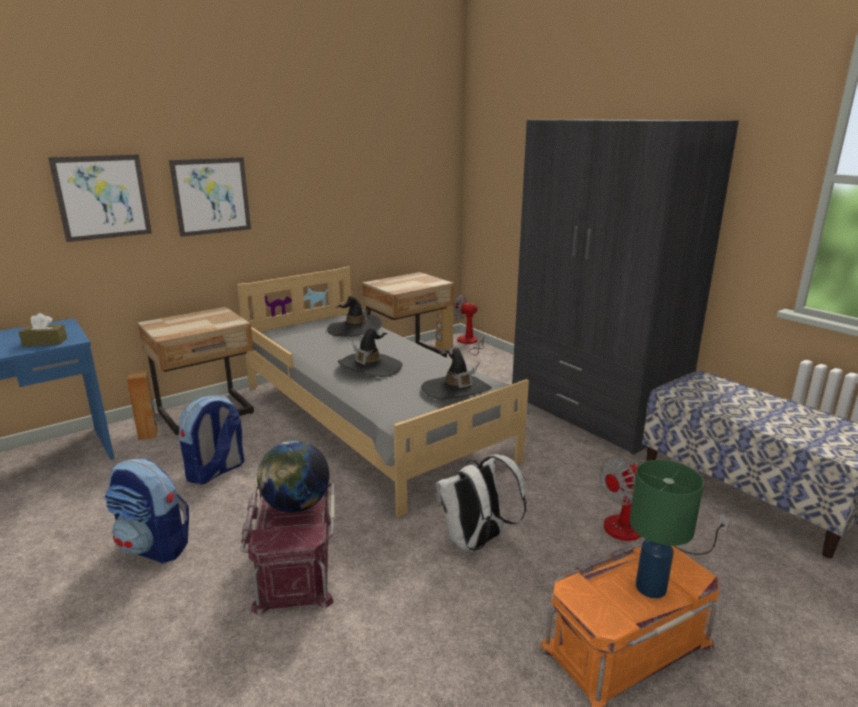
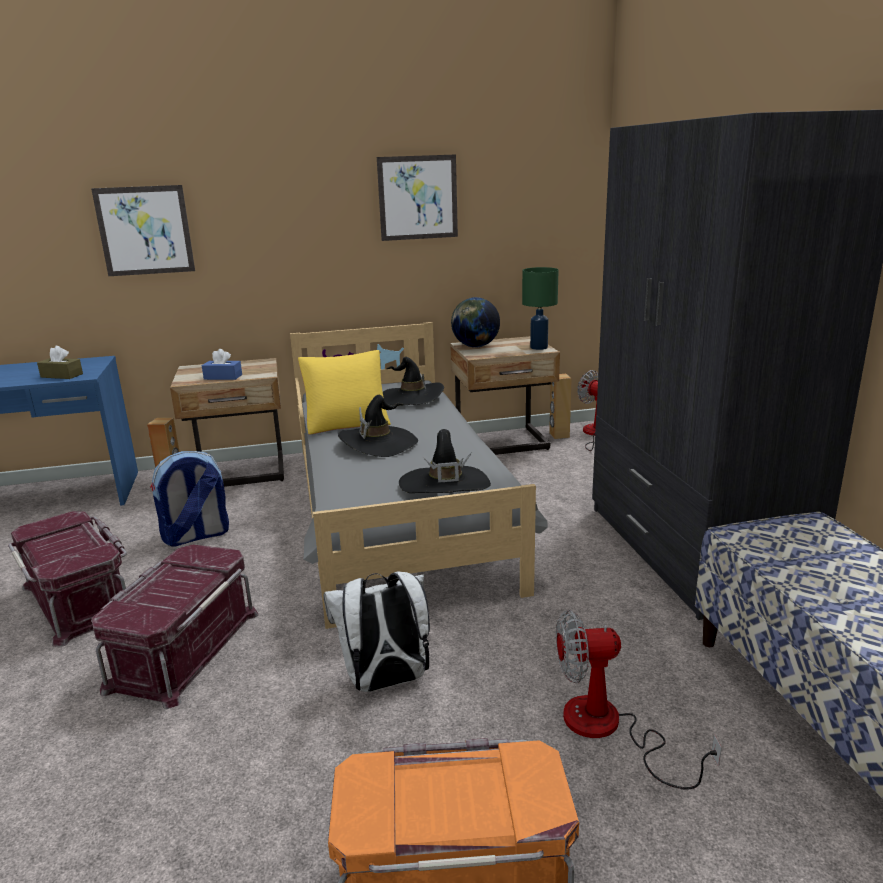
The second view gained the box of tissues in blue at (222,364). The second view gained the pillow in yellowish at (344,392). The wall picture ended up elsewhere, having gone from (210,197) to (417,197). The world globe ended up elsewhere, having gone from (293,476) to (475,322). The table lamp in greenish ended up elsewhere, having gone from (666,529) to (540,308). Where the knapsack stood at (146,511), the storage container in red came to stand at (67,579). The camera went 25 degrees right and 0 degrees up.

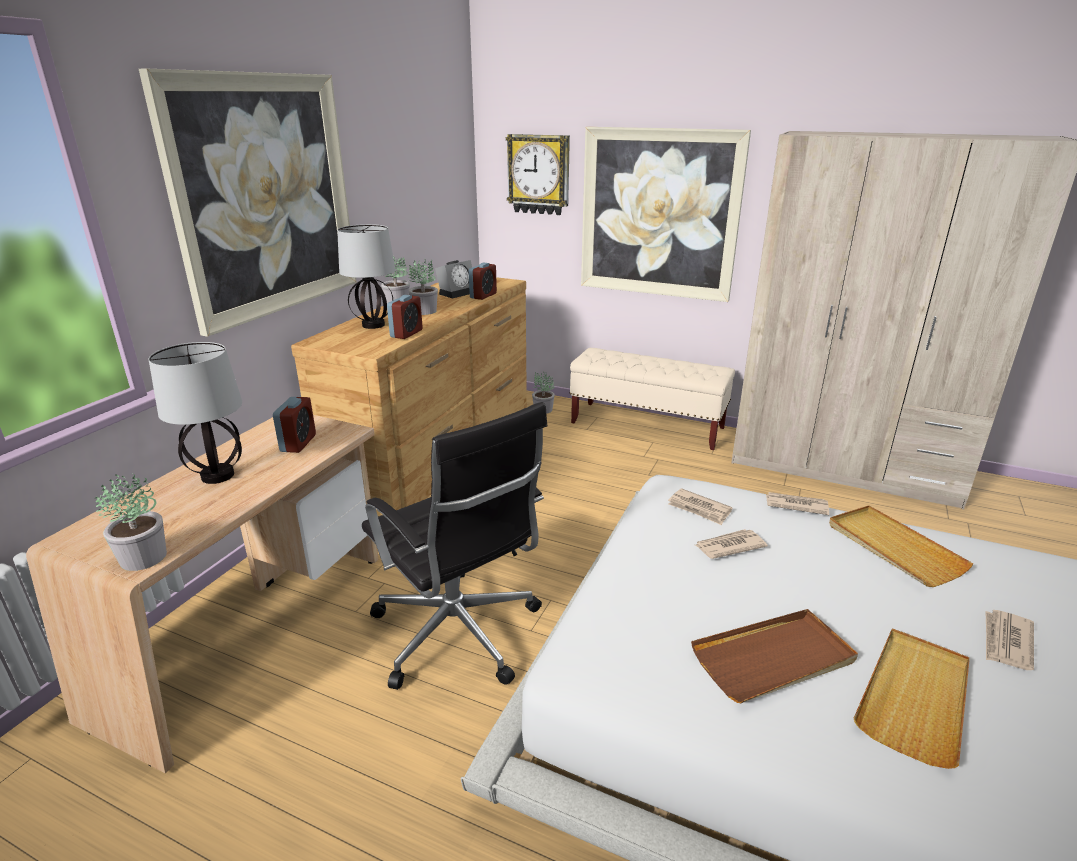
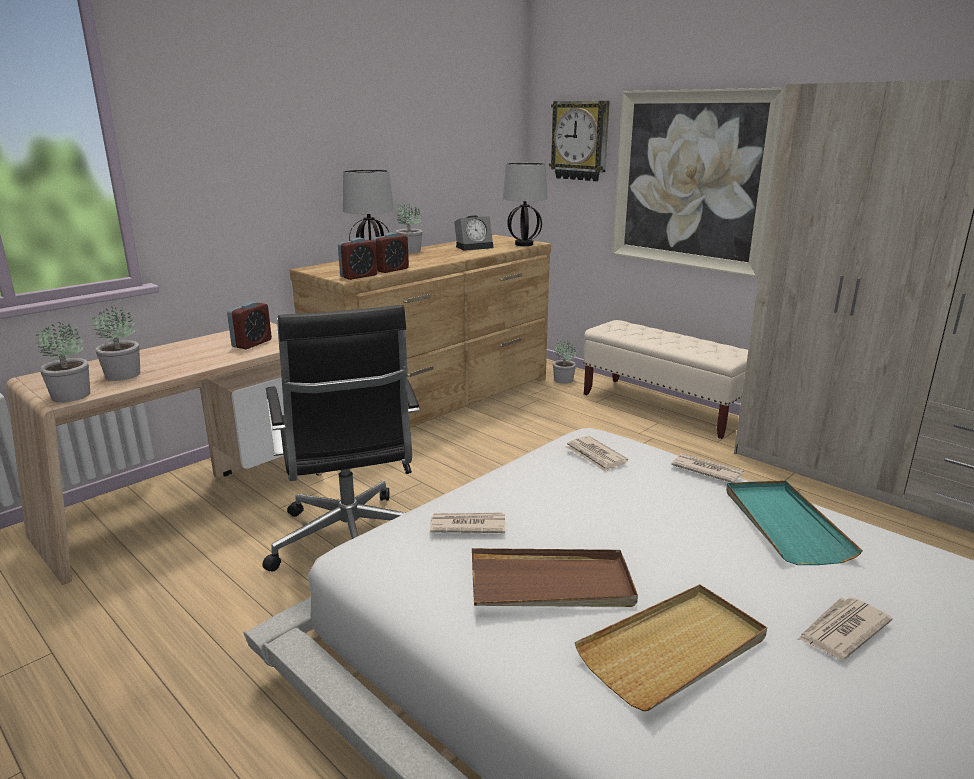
The second view lost the wall picture at (248,203). The table lamp ended up elsewhere, having gone from (195,413) to (525,204). The houseplant ended up elsewhere, having gone from (423,287) to (116,343). The alarm clock ended up elsewhere, having gone from (483,281) to (358,259). The printed paper ended up elsewhere, having gone from (731,544) to (467,522). What was the tray in beige-coloured at (901,546) turned into the tray in blue-green at (794,522). The camera went 20 degrees right and 5 degrees down.

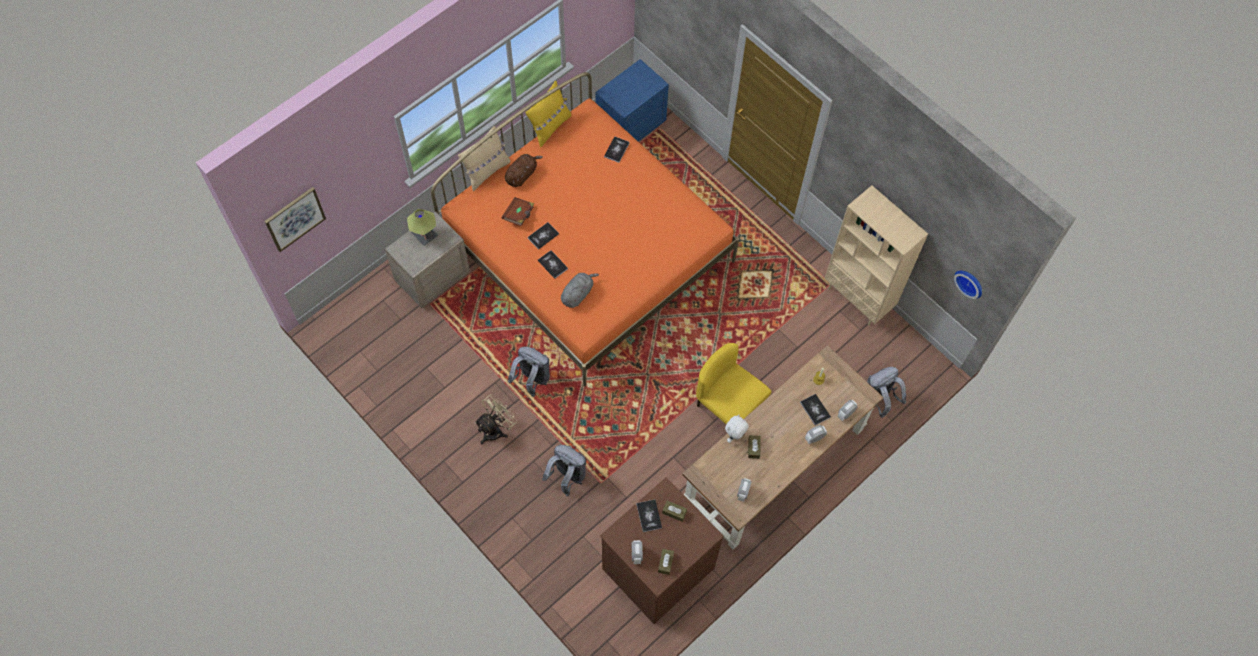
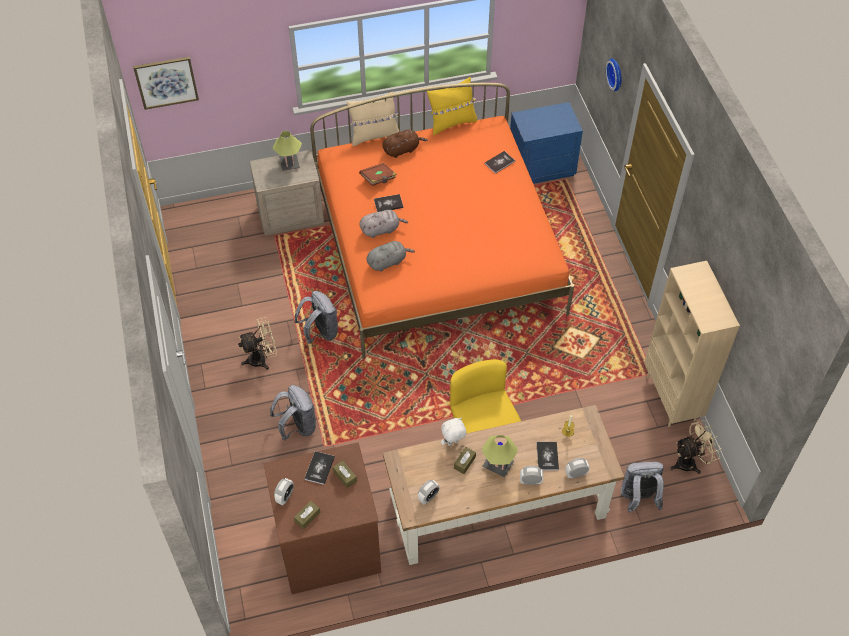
The second view gained the table lamp at (500,456). The second view gained the electric fan in beige-coloured at (695,447). The hanging clock ended up elsewhere, having gone from (968,285) to (613,74). Where the volume stood at (553,264), the plush toy in grey came to stand at (383,224). The camera went 30 degrees right and 10 degrees down.

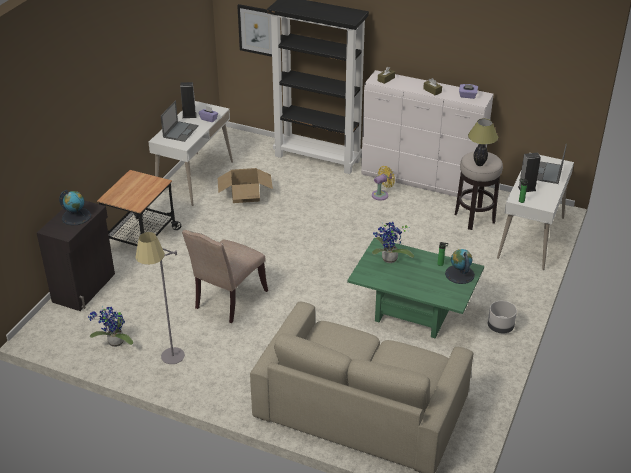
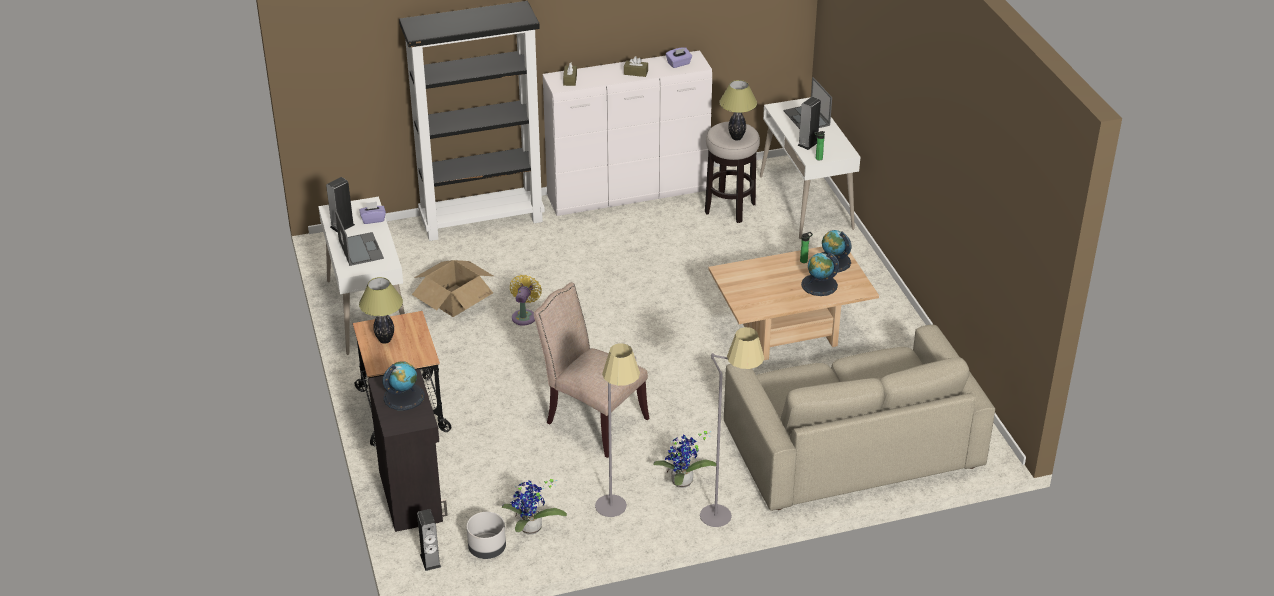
The second view lost the wall picture at (254,30). The second view gained the table lamp at (381,310). The second view gained the audio speaker at (429,540). The second view gained the standard lamp in grey at (732,427). The second view gained the world globe at (820,274). The electric fan in yellowish ended up elsewhere, having gone from (383,183) to (526,300). The houseplant ended up elsewhere, having gone from (393,242) to (684,459). The planter in grey ended up elsewhere, having gone from (502,317) to (486,535). What was the coffee table in greenish at (415,288) turned into the coffee table in beige-coloured at (793,303). The upright chair in beige-coloured at (225,276) ended up facing another way, 135 degrees clockwise from before. The camera went 40 degrees left and 0 degrees up.

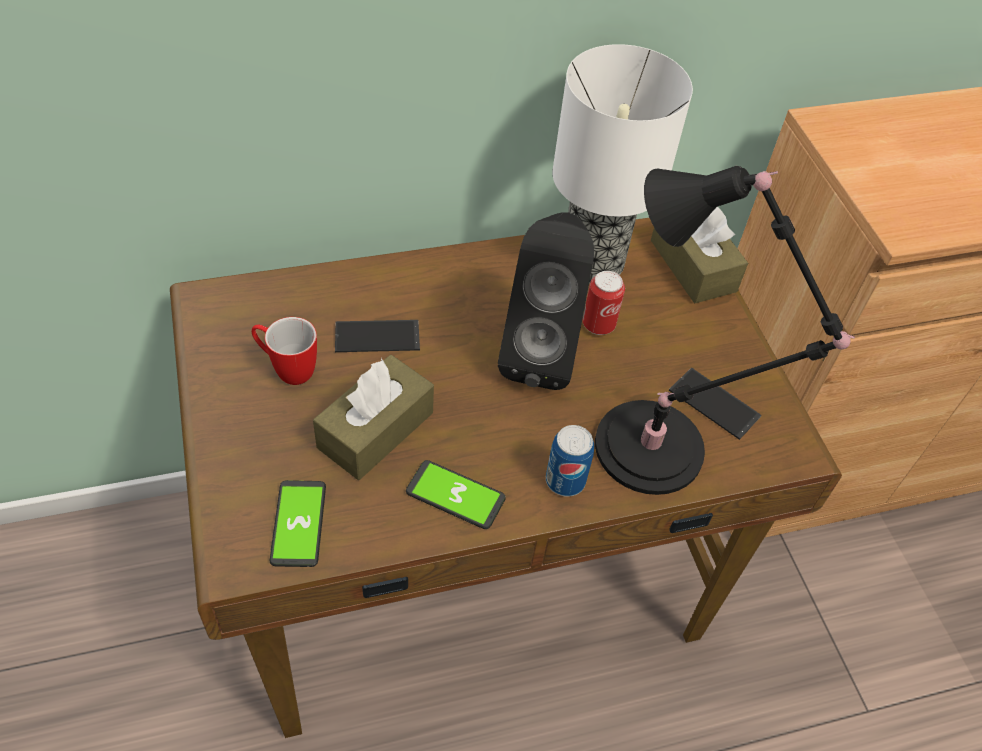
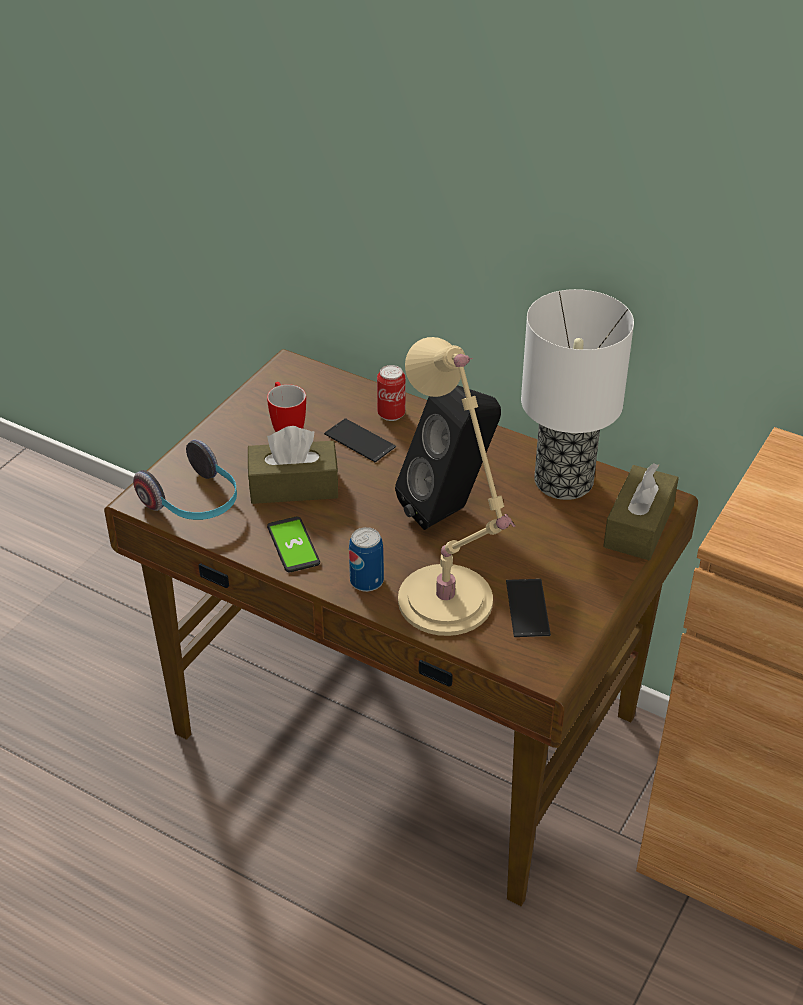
The can ended up elsewhere, having gone from (604,303) to (391,393). Where the telephone stood at (298,523), the headset came to stand at (185,480). What was the table lamp in black at (725,330) turned into the table lamp in beige-coloured at (456,486). The camera went 50 degrees right and 10 degrees down.

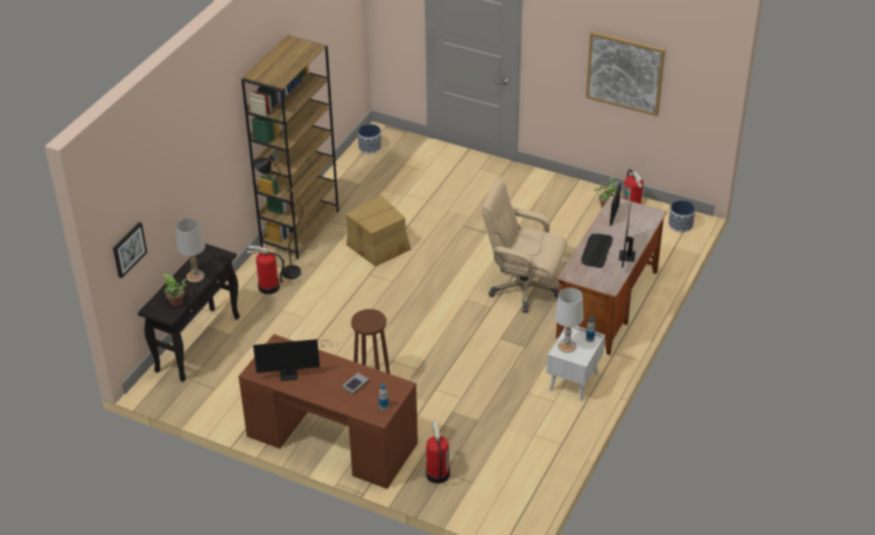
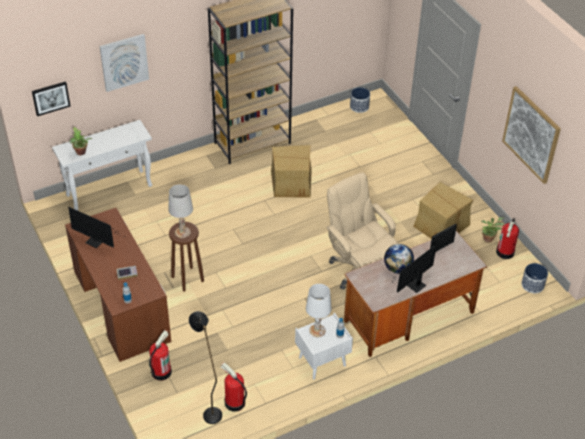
The second view gained the wall picture at (124,63). The second view gained the carton at (443,210). The table lamp in white ended up elsewhere, having gone from (190,250) to (180,211). The extinguisher ended up elsewhere, having gone from (265,269) to (234,387). The standard lamp in black ended up elsewhere, having gone from (278,215) to (205,367). Where the keyboard stood at (597,251), the world globe came to stand at (399,259). What was the narrow table in black at (189,313) turned into the narrow table in white at (102,165). The camera went 35 degrees right and 5 degrees up.

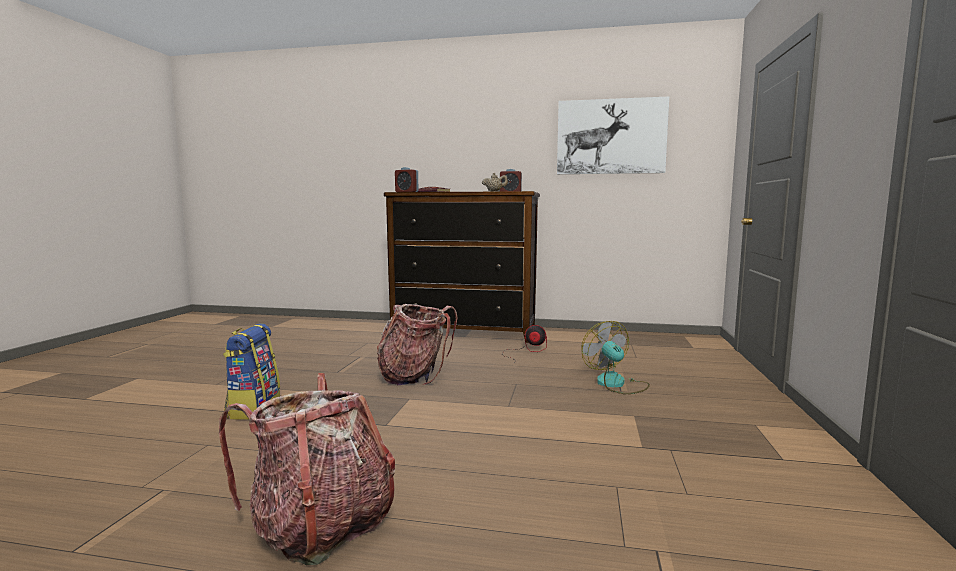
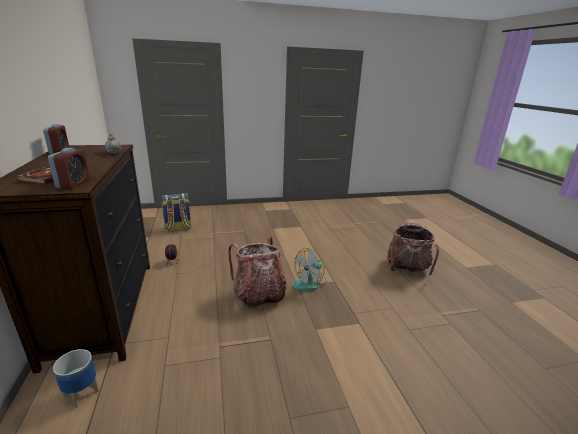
The second view lost the wall picture at (613,135). The second view gained the planter at (76,378). The knapsack ended up elsewhere, having gone from (251,371) to (176,212). The electric fan ended up elsewhere, having gone from (615,357) to (309,269). The camera went 115 degrees left and 15 degrees up.

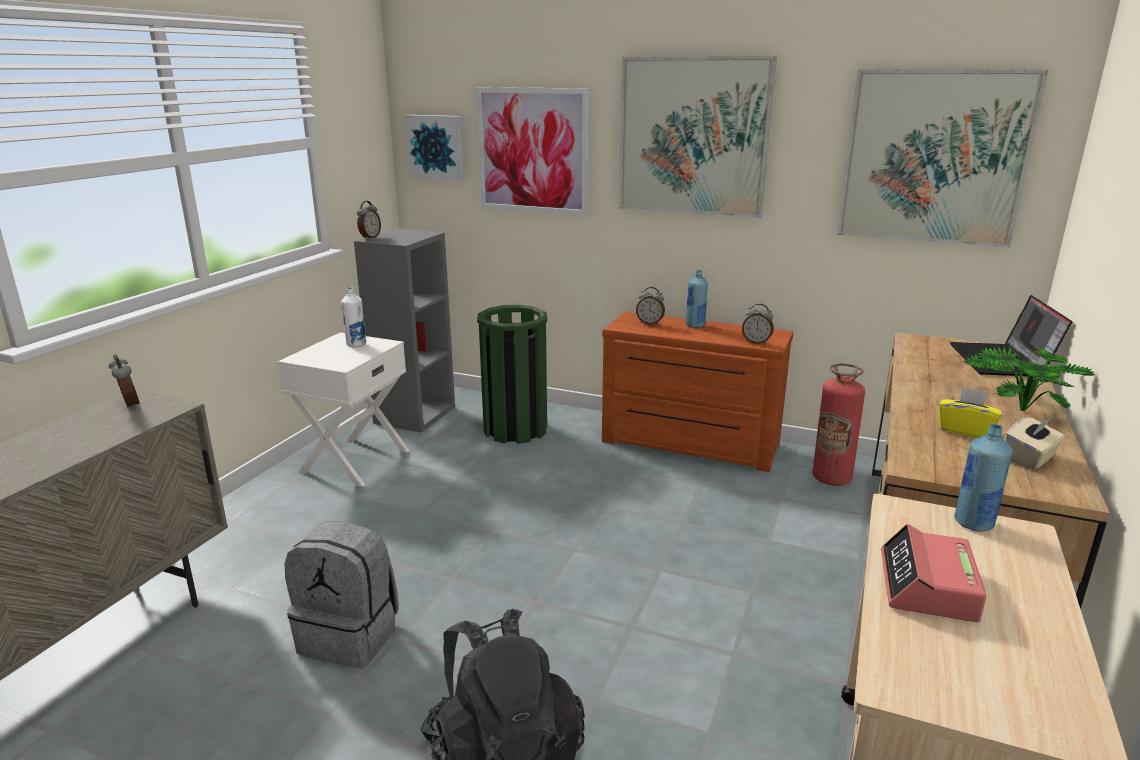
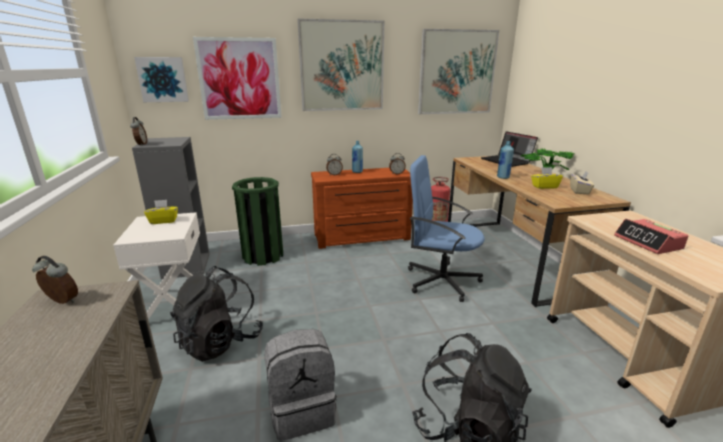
The second view gained the knapsack in black at (216,314). The second view gained the office chair in blue at (446,228). The drink bottle in blue ended up elsewhere, having gone from (983,478) to (505,160). Where the drink bottle in white stood at (354,317), the box of tissues in yellowish came to stand at (161,212). The camera went 35 degrees left and 0 degrees up.

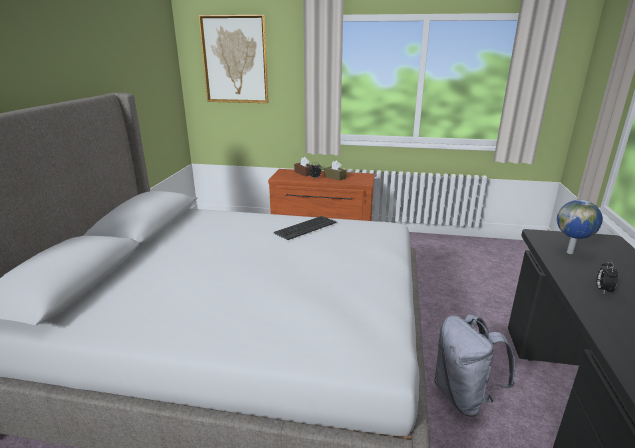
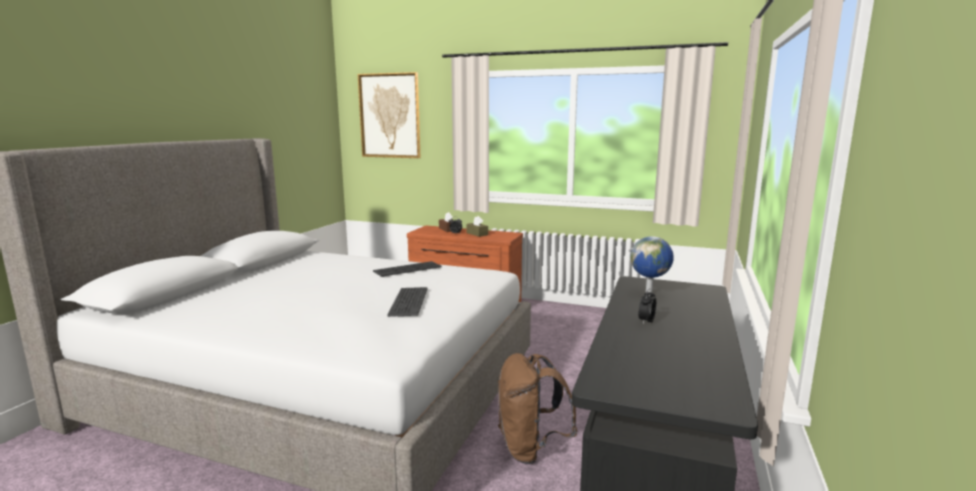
The second view gained the keyboard at (407,302). What was the knapsack in grey at (474,365) turned into the knapsack in brownish at (537,408). The camera went 10 degrees right and 10 degrees down.

